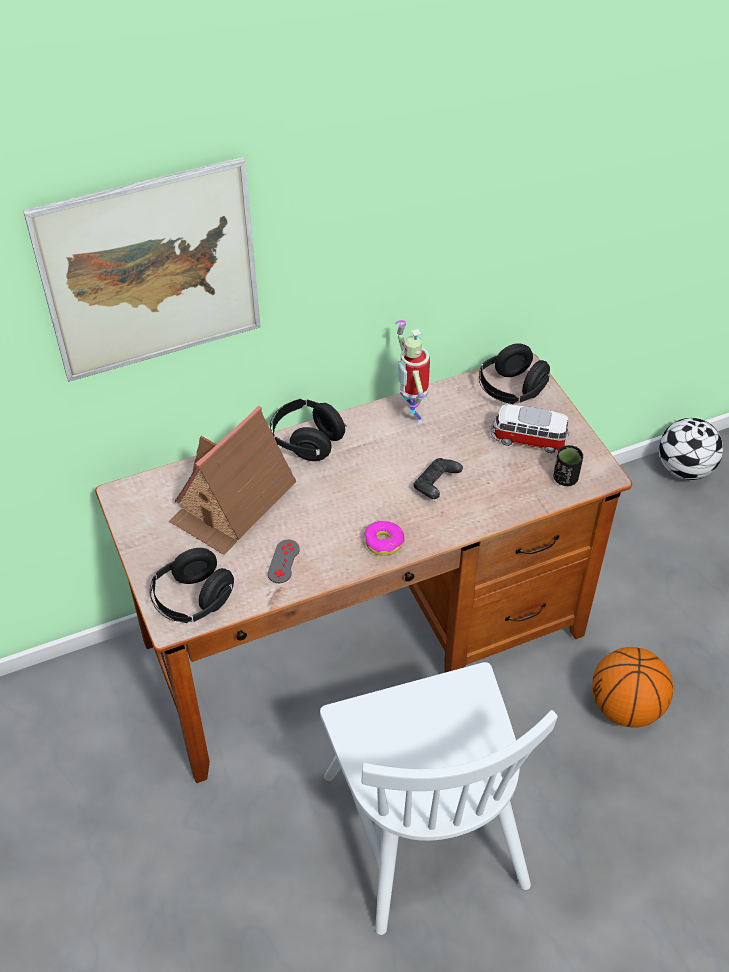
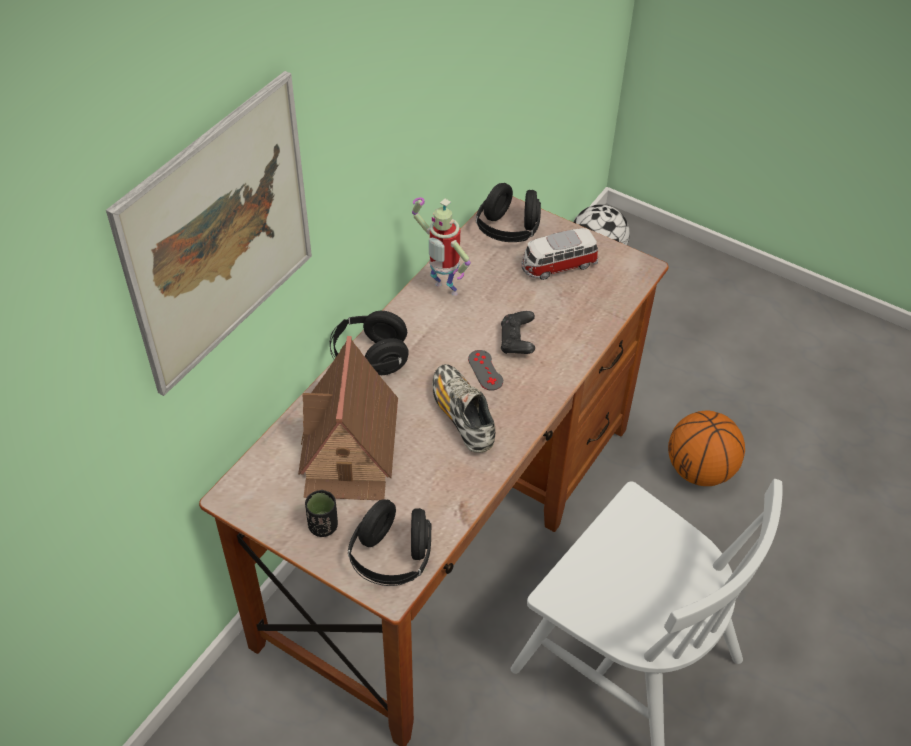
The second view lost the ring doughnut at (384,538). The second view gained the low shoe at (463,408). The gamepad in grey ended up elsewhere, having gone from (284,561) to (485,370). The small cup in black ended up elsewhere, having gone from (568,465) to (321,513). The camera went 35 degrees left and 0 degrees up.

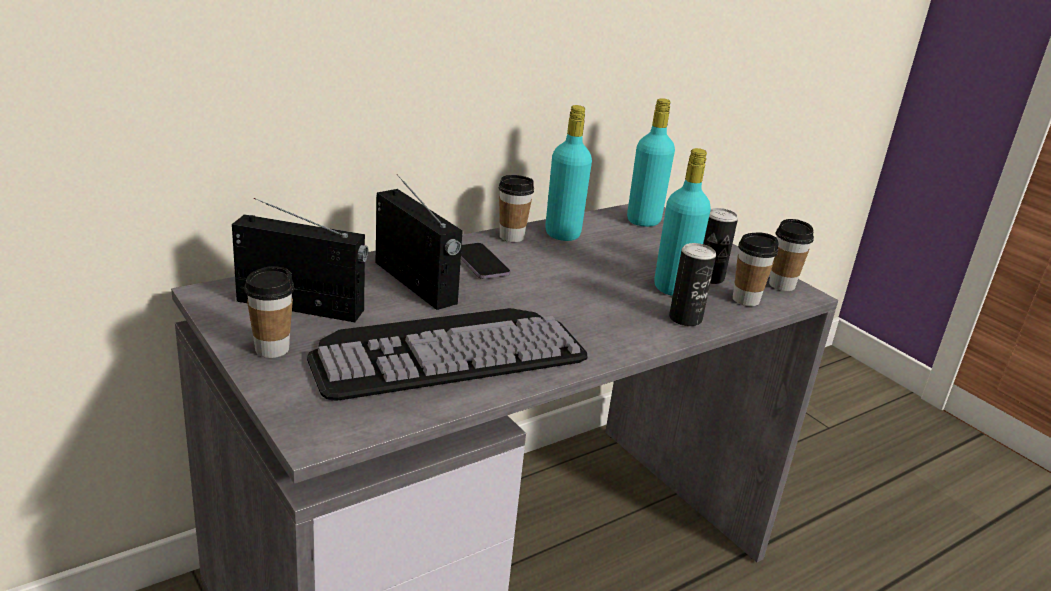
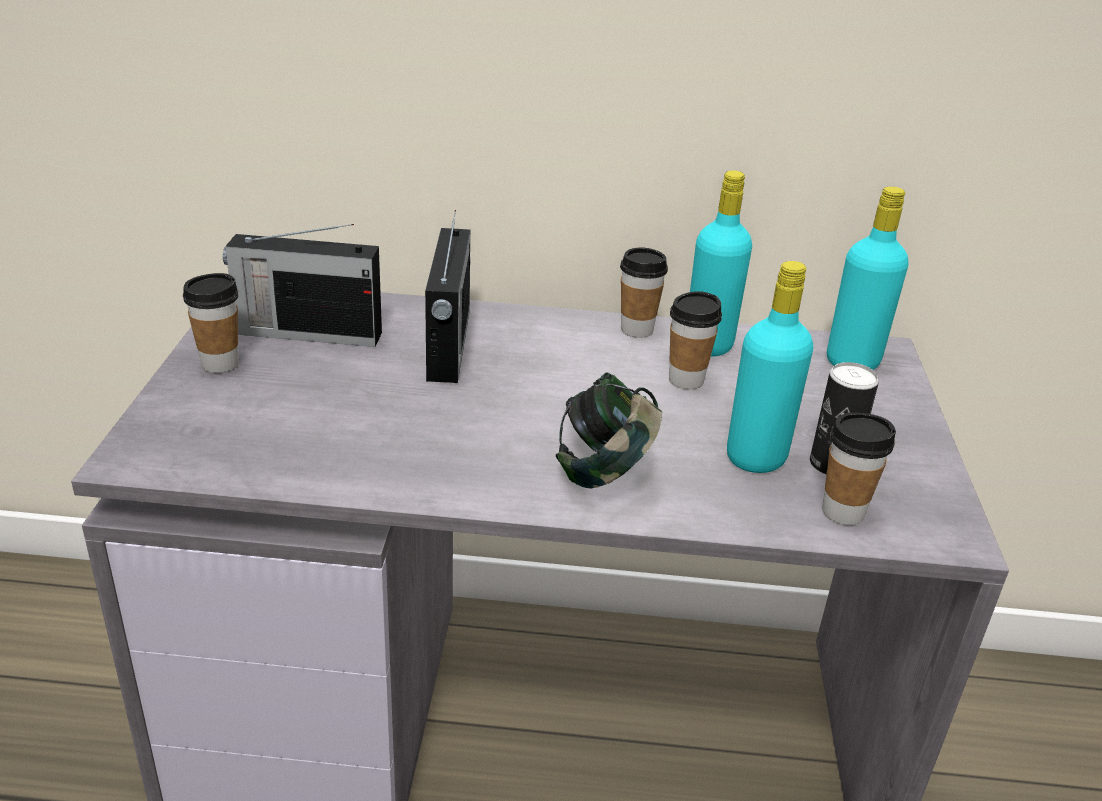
The second view lost the keyboard at (447,354). The second view lost the telephone at (485,261). The second view lost the can at (692,285). The second view gained the headset at (609,430). The small cup ended up elsewhere, having gone from (791,255) to (695,340). The radio set at (300,260) ended up facing another way, 135 degrees clockwise from before. The camera went 40 degrees right and 5 degrees up.

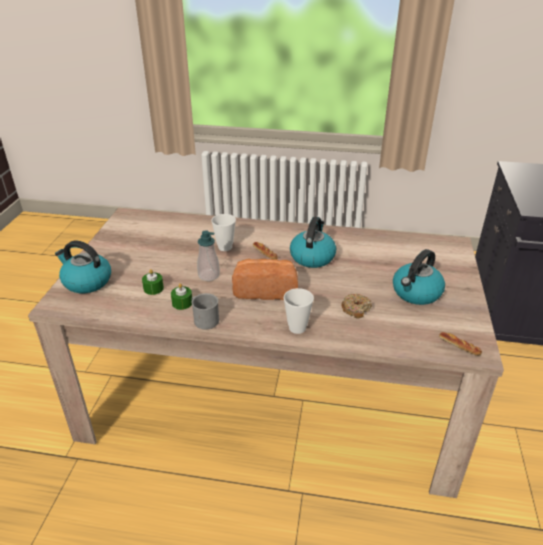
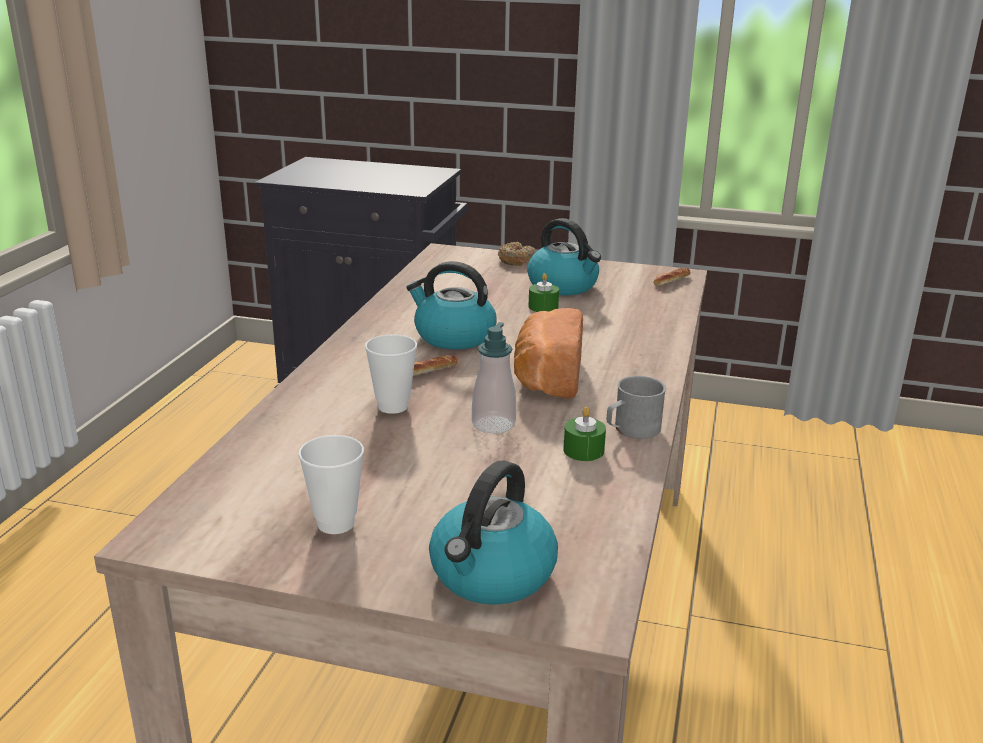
The wax light in greenish ended up elsewhere, having gone from (153,282) to (543,292). The small cup ended up elsewhere, having gone from (299,311) to (331,484). The ring doughnut ended up elsewhere, having gone from (356,306) to (516,254). The camera went 85 degrees left and 10 degrees down.

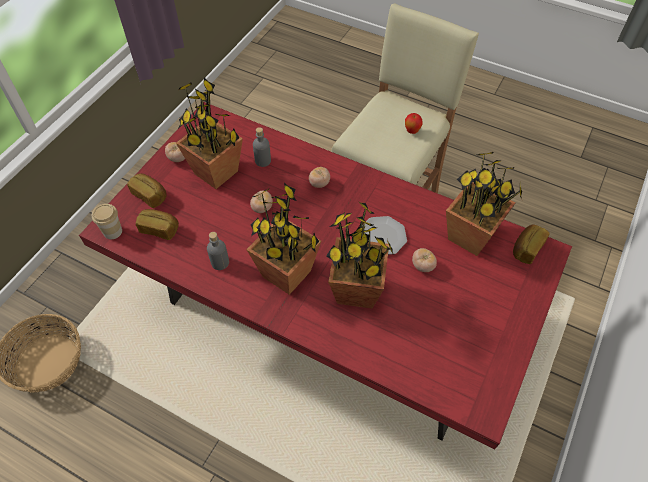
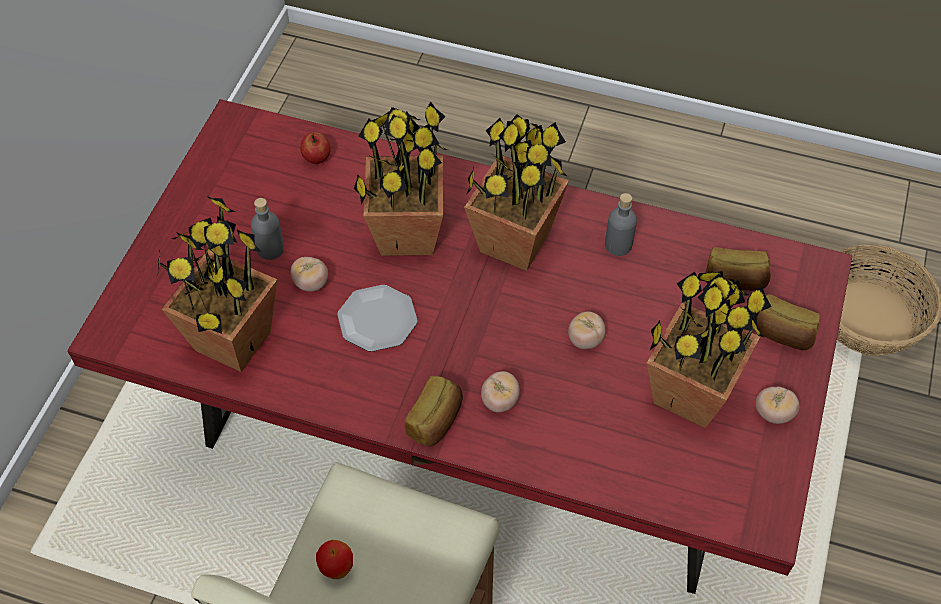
The second view lost the small cup at (106,221). The second view gained the whole apple at (315,148). The drink bottle in grey ended up elsewhere, having gone from (262,147) to (267,229). The baked bread ended up elsewhere, having gone from (531,244) to (434,411). The camera went 170 degrees right and 0 degrees up.

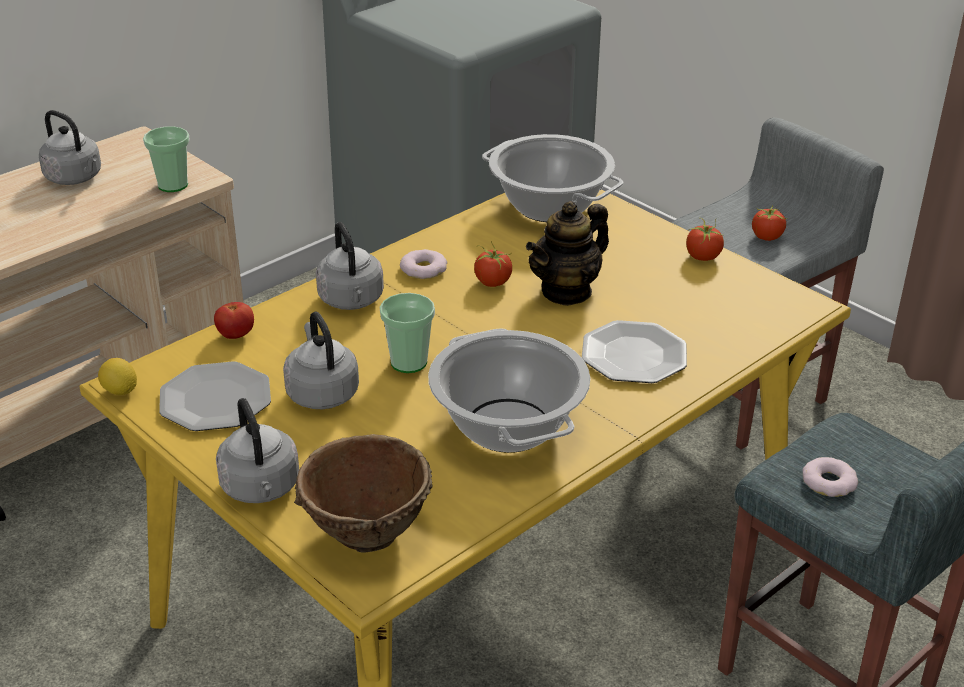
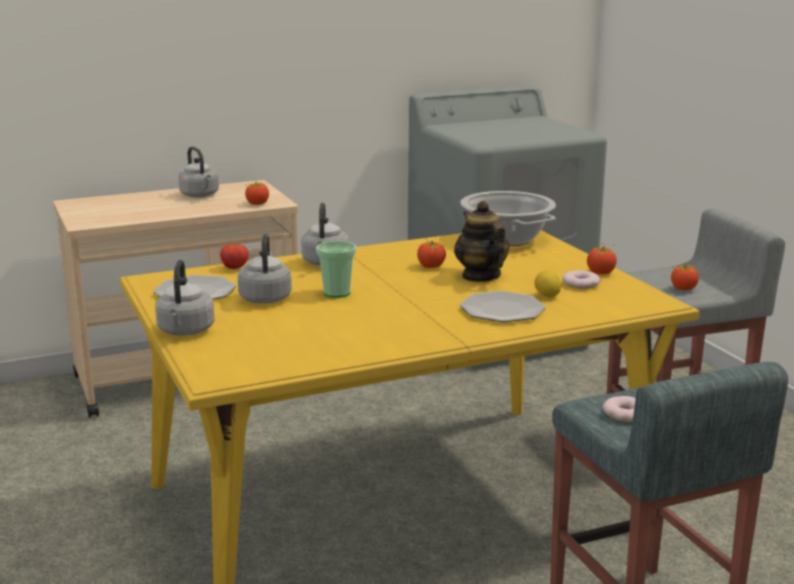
The second view lost the bowl in brownish at (363,493). The second view lost the stockpot at (509,390). The citrus fruit ended up elsewhere, having gone from (117,376) to (548,283). The ring doughnut ended up elsewhere, having gone from (423,264) to (581,279). Where the small cup stood at (166,159), the fresh tomato came to stand at (257,193). The teapot at (567,253) ended up facing another way, 90 degrees clockwise from before. The camera went 20 degrees right and 15 degrees down.

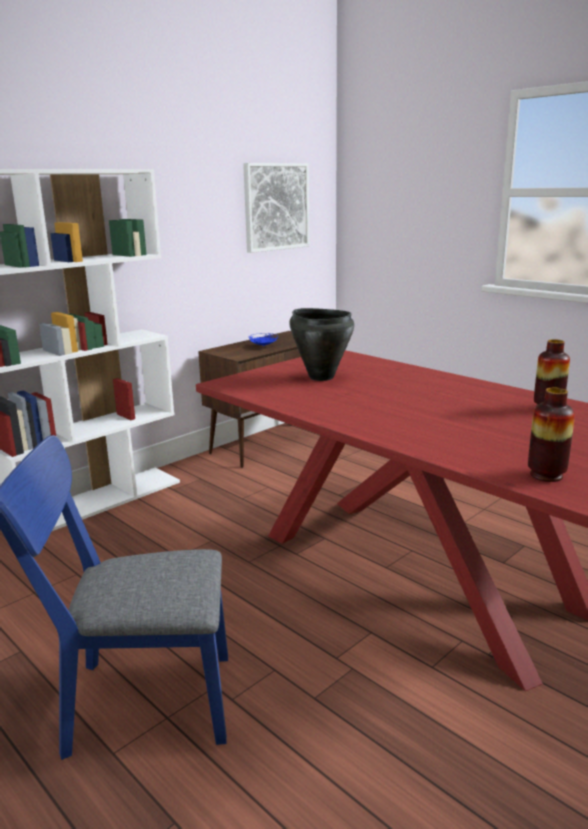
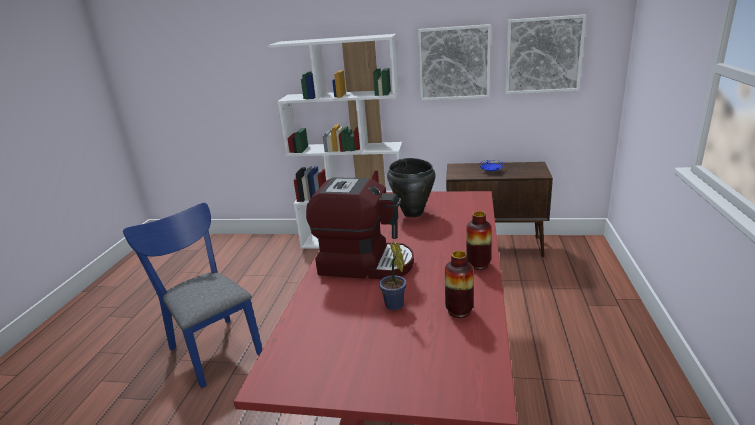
The second view gained the coffee machine at (360,228). The second view gained the houseplant at (392,275). The second view gained the wall picture at (454,62). The flower vase ended up elsewhere, having gone from (551,435) to (479,240). The camera went 55 degrees right and 5 degrees up.

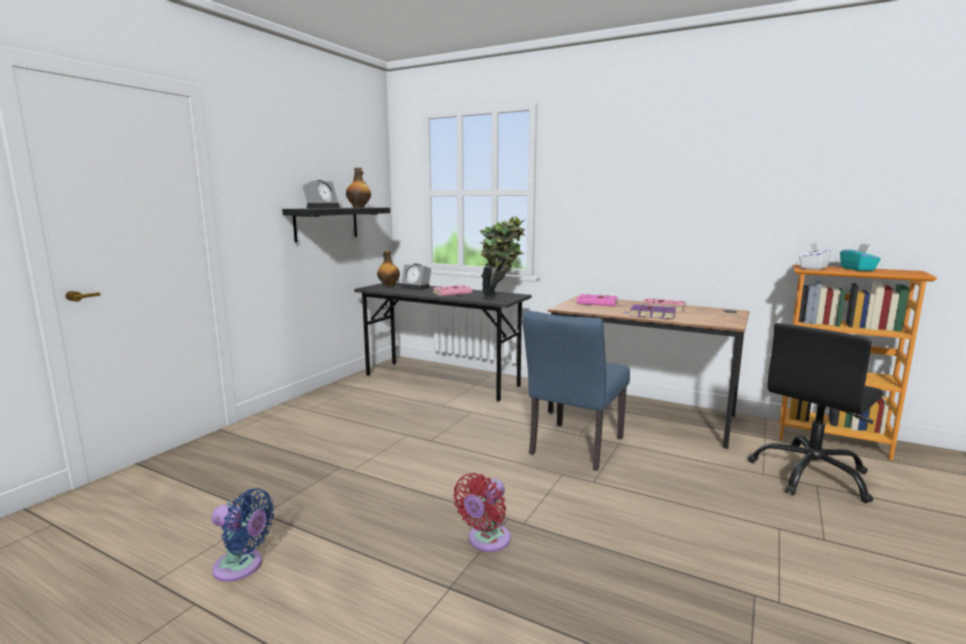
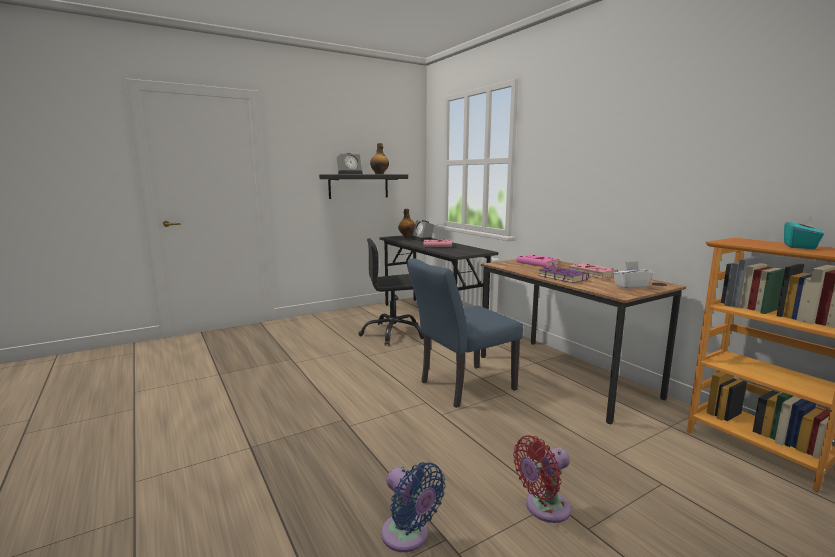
The second view lost the houseplant at (502,258). The electric fan in blue ended up elsewhere, having gone from (243,535) to (413,507). The electric fan in red ended up elsewhere, having gone from (482,512) to (542,479). The office chair in black ended up elsewhere, having gone from (815,413) to (391,292). The box of tissues in white ended up elsewhere, having gone from (815,256) to (633,275). The camera went 30 degrees right and 0 degrees up.

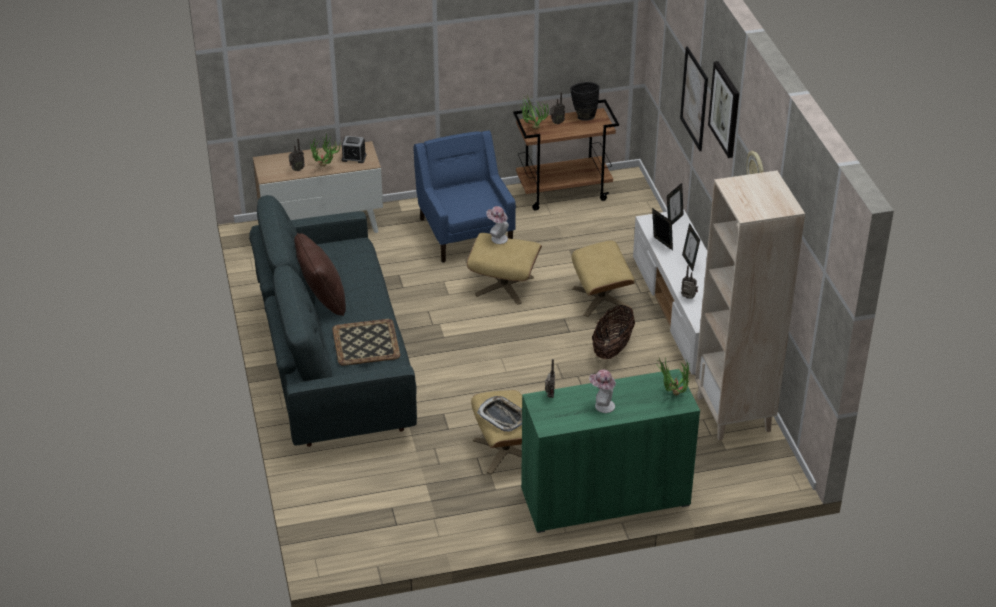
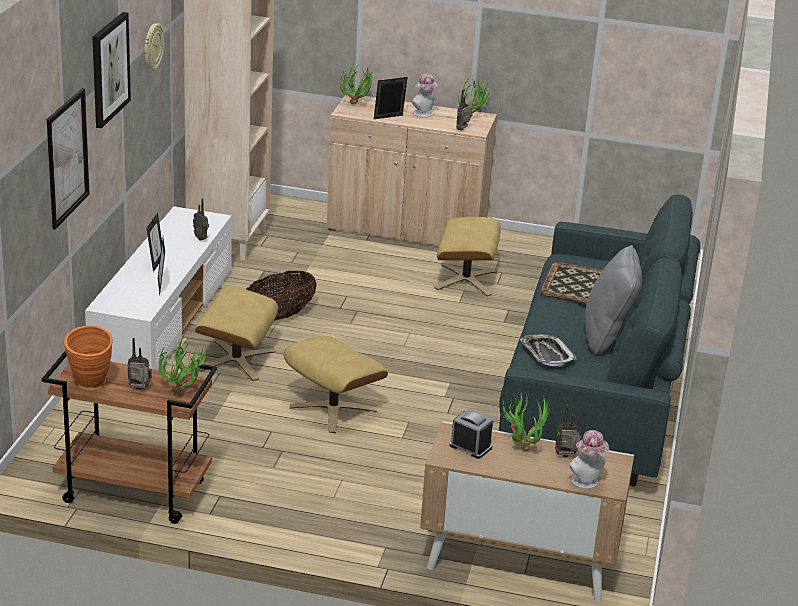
The second view lost the lounge chair in blue at (464,196). The second view gained the houseplant at (475,97). The tray ended up elsewhere, having gone from (499,414) to (548,350). The wearable hat ended up elsewhere, having gone from (497,225) to (589,459). The standing frame ended up elsewhere, having gone from (675,204) to (391,98). What was the pillow in brownish at (320,274) turned into the pillow in grey at (613,299). What was the cabinet in greenish at (610,451) turned into the cabinet in beige-coloured at (411,170). What was the flower vase in black at (584,101) turned into the flower vase in orange-coloured at (88,357). The camera went 155 degrees left and 10 degrees down.

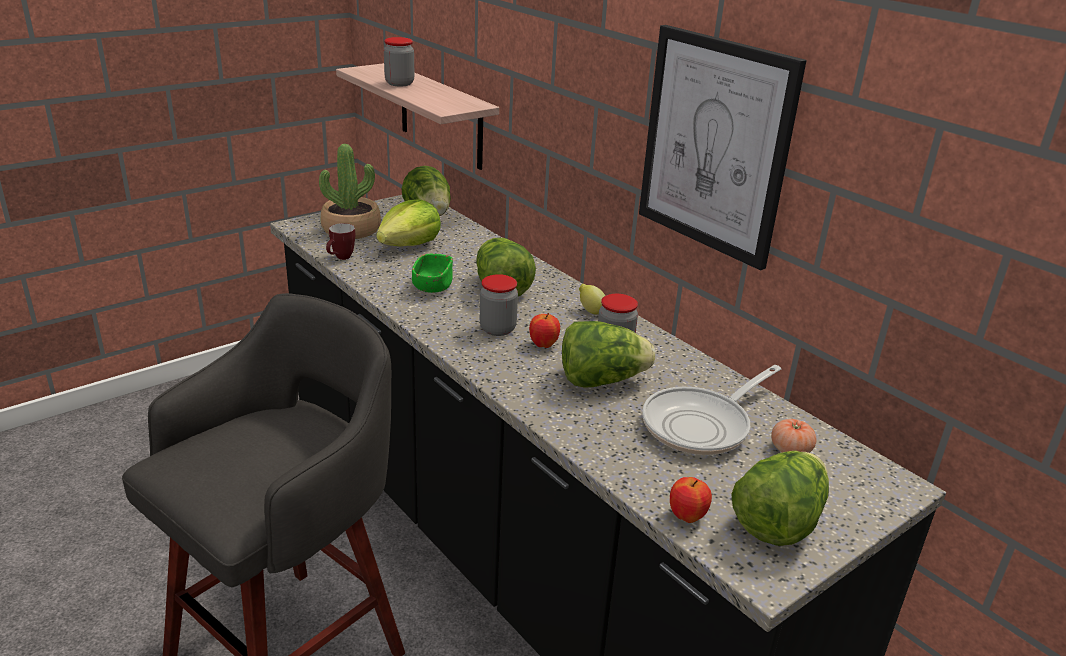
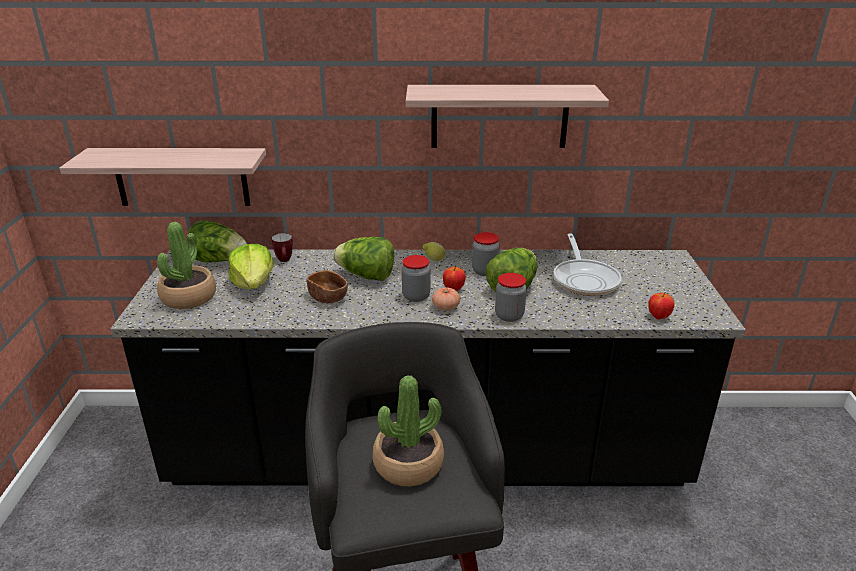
The second view lost the lettuce at (780,498). The second view gained the houseplant at (408,430). The coffee mug ended up elsewhere, having gone from (340,241) to (282,247). The preserve jar ended up elsewhere, having gone from (399,61) to (511,297). The fresh tomato ended up elsewhere, having gone from (793,436) to (446,299). Where the wall picture hung at (722,148), the wall shelf came to hang at (507,116). What was the bowl in greenish at (432,273) turned into the bowl in brownish at (327,286). The camera went 50 degrees left and 0 degrees up.

